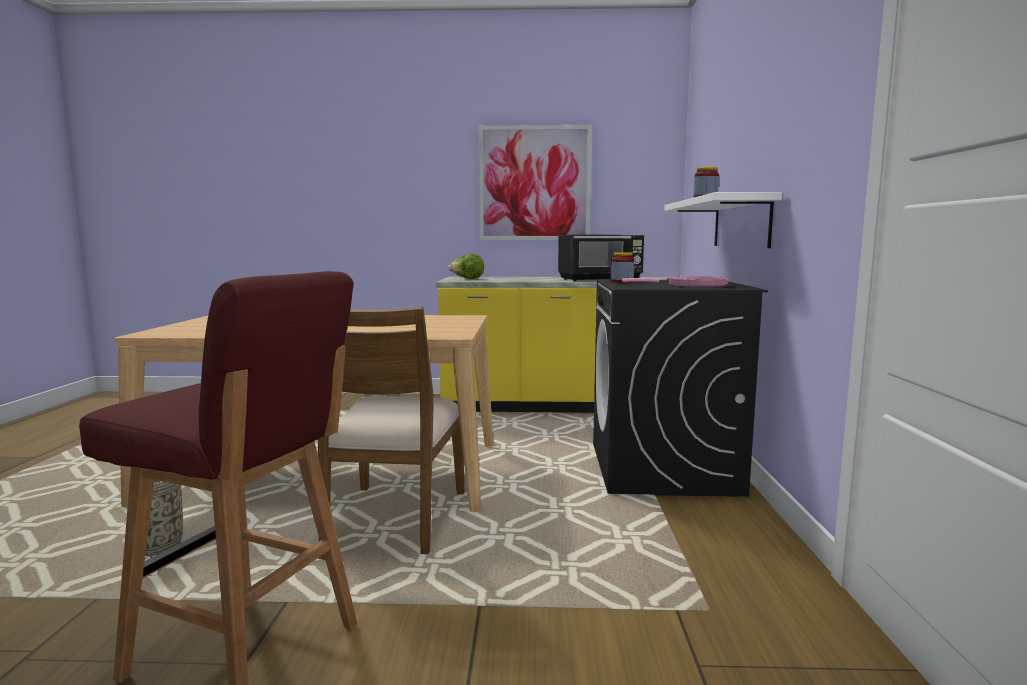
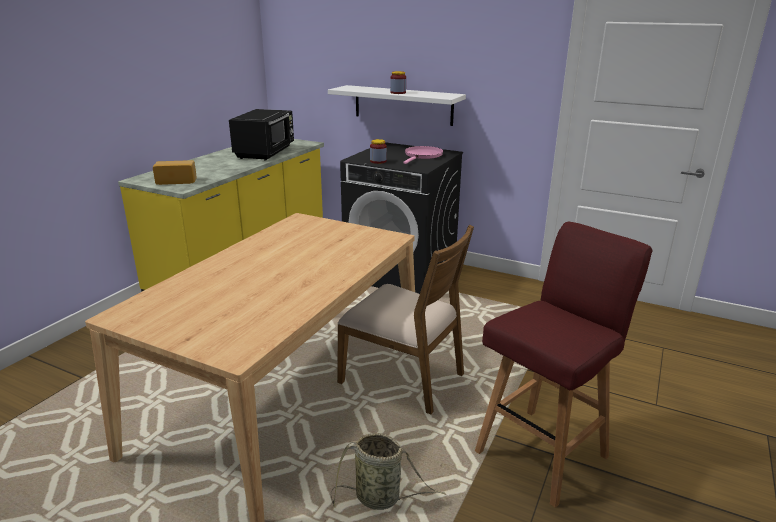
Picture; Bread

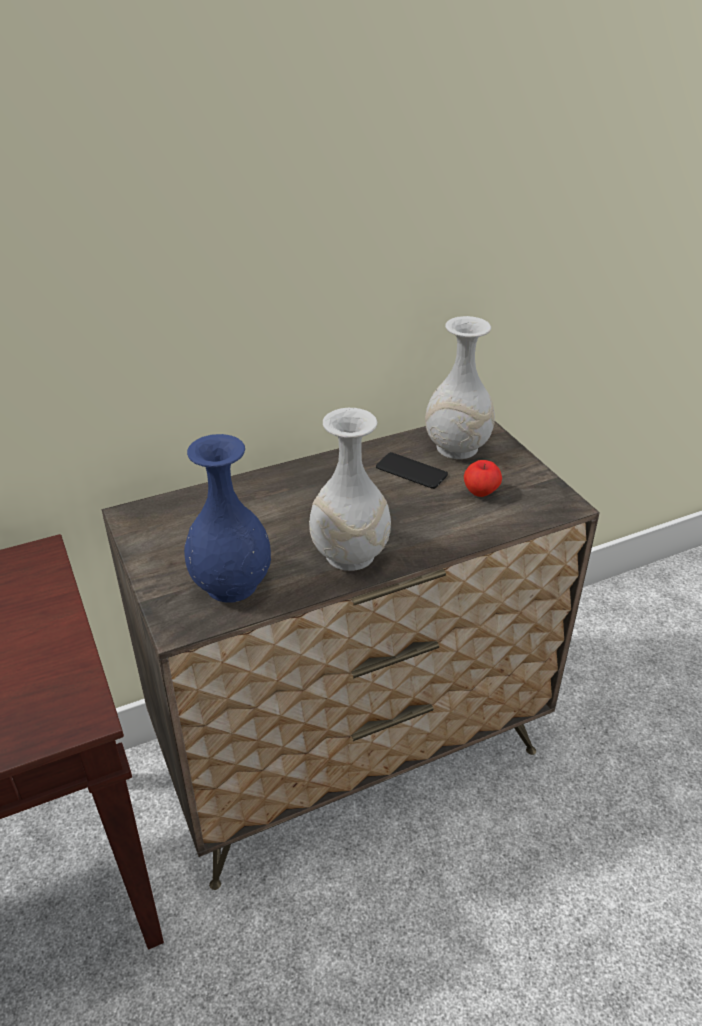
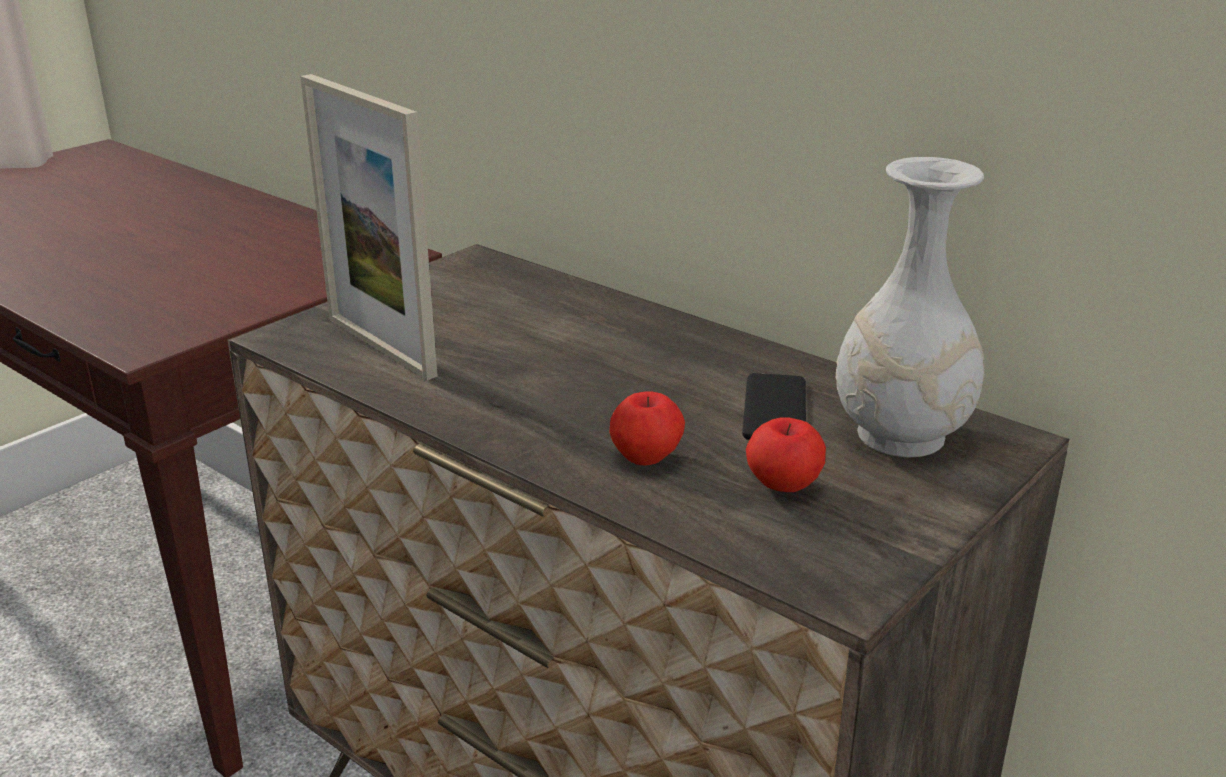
WhiteVase (1st from left in the first image); Apple (1st from left); PictureFrame

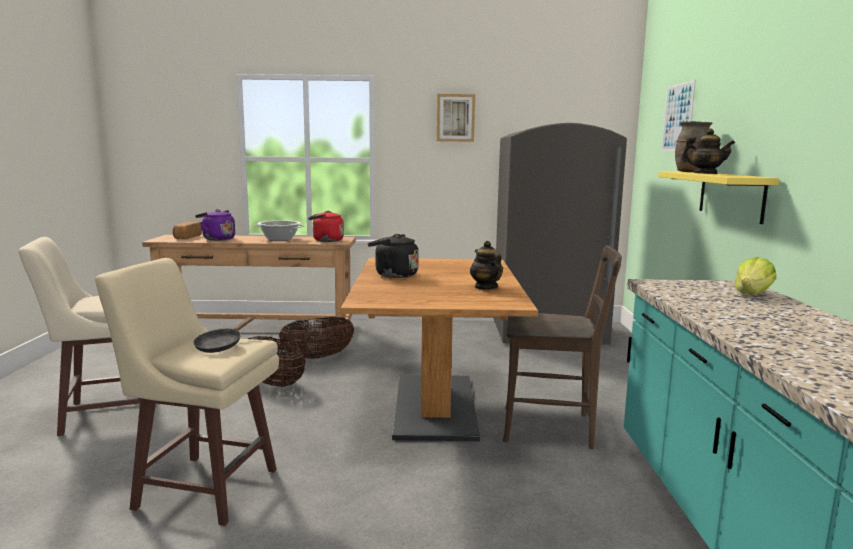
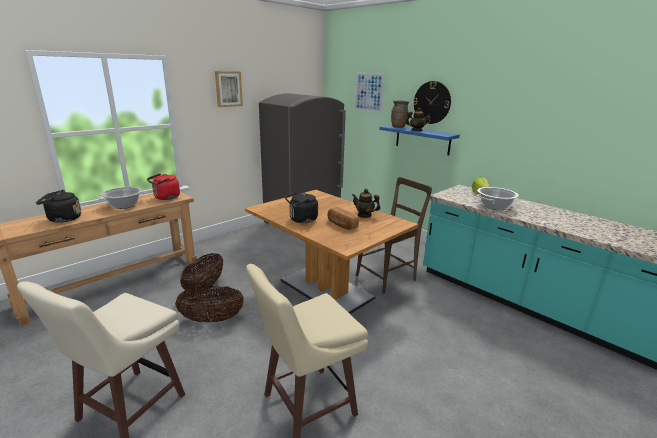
BlackFryingPan; WallClock; CookingPot (2nd from left); Bread; BlackKettle (1st from left); BlueShelf

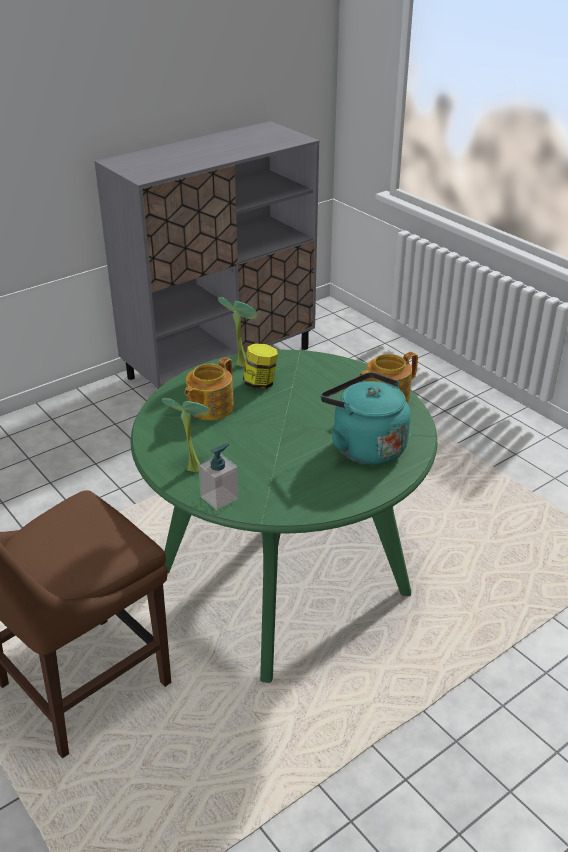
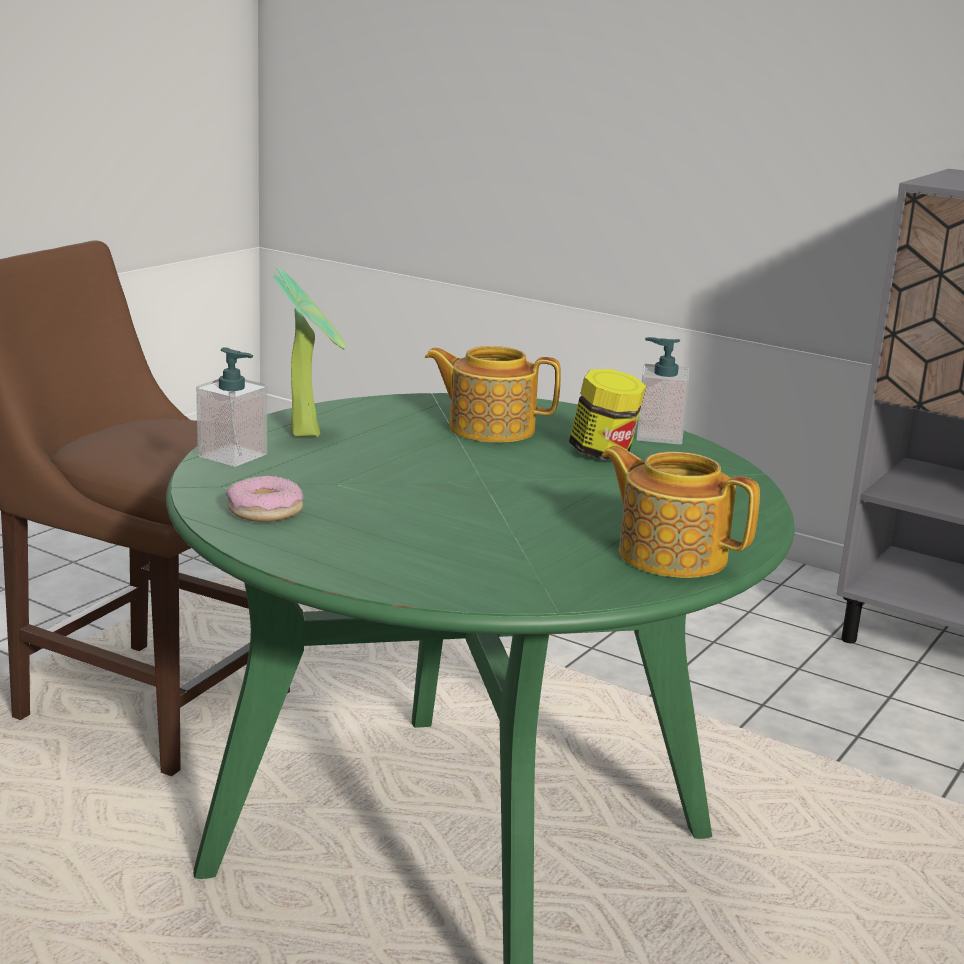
TurquoiseKettle; Donut; SoapDispenser (2nd from left)

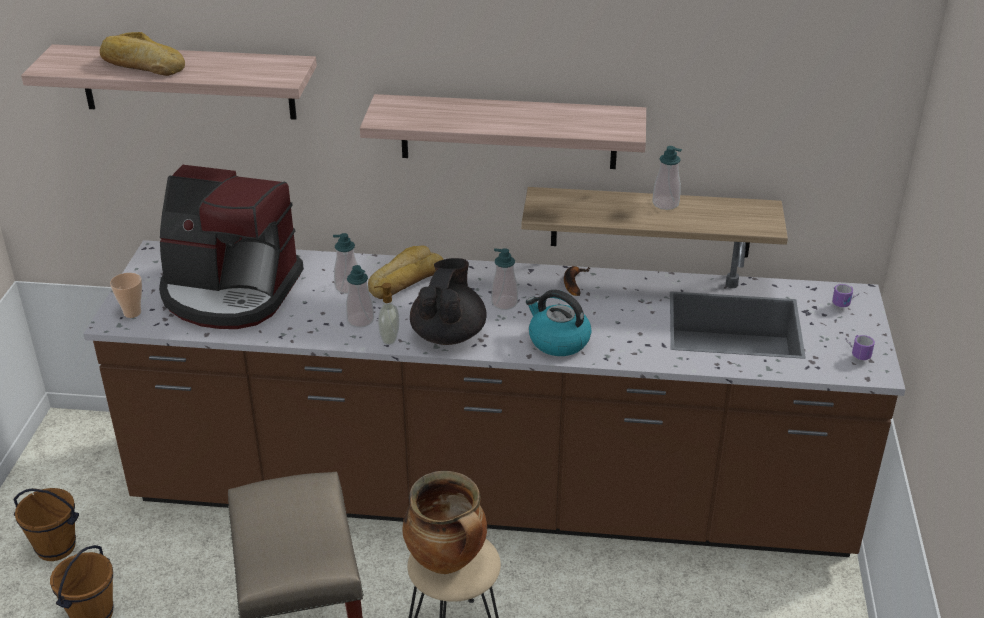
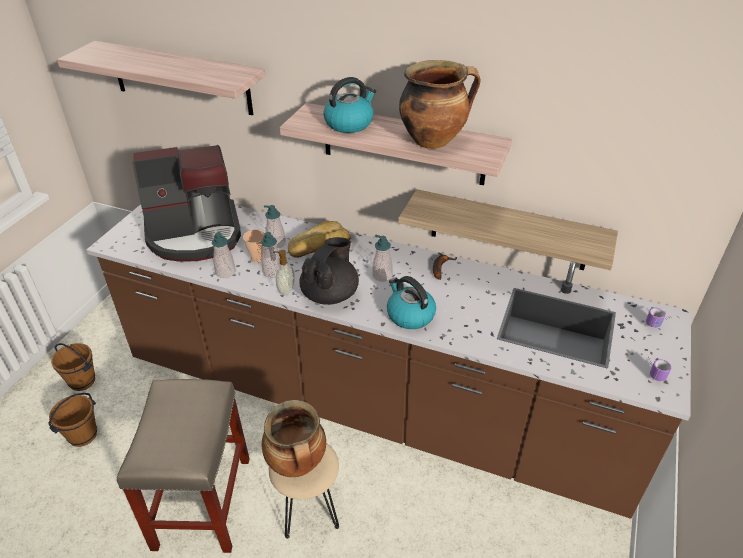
Bread (1st from left in the first image); Kettle (1st from left); CookingPot (2nd from left); Cup; SoapDispenser (1st from left); CoffeeMachine

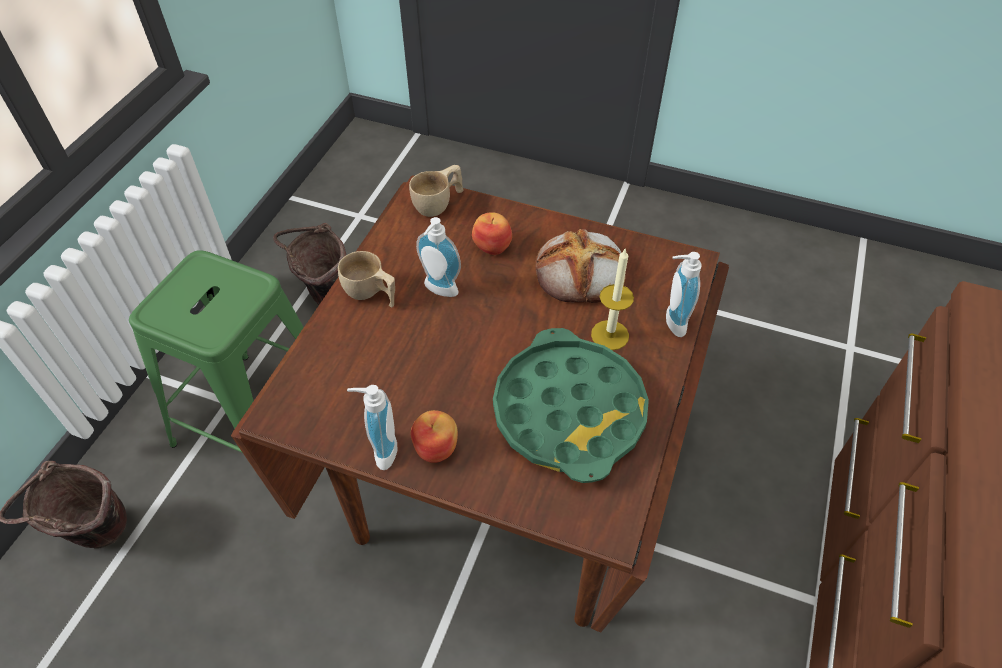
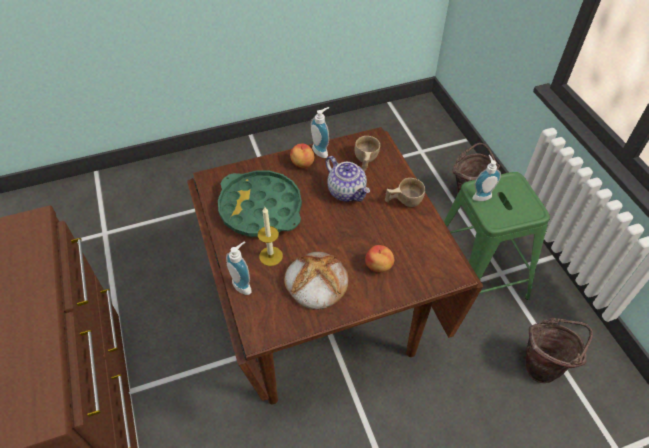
Teapot; BeigeCup (1st from left); SoapDispenser (3rd from left)

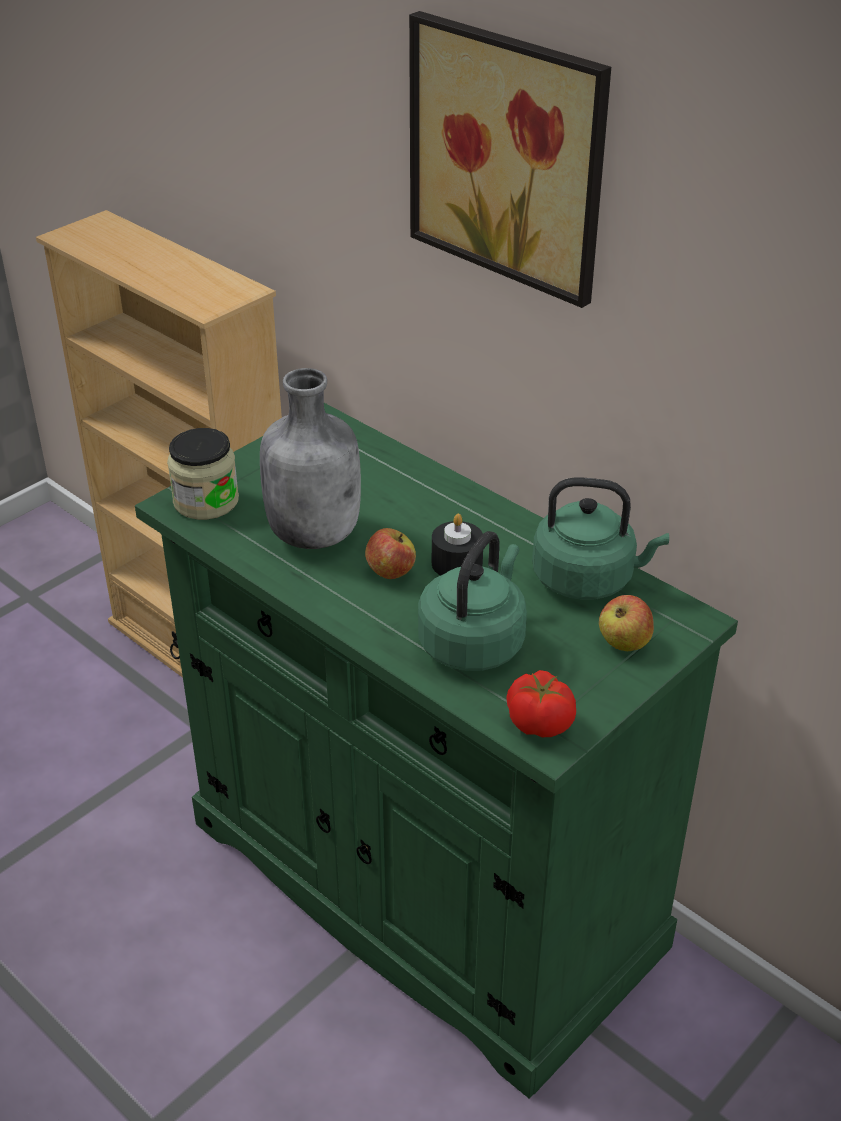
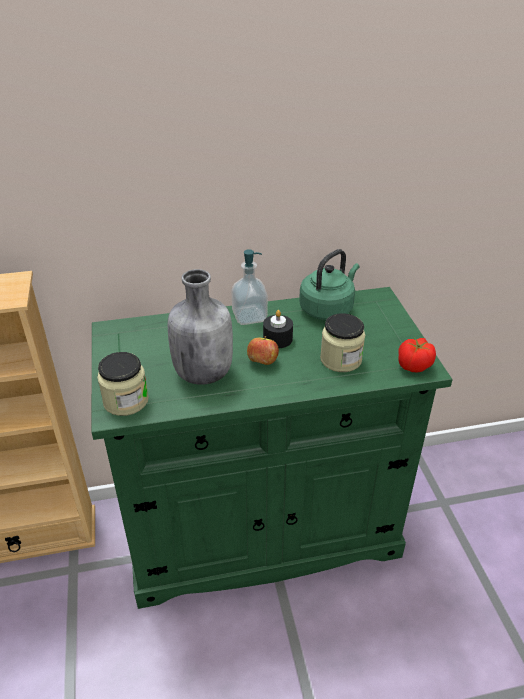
Picture; Apple (2nd from left in the first image); SoapDispenser; Jar (2nd from left)

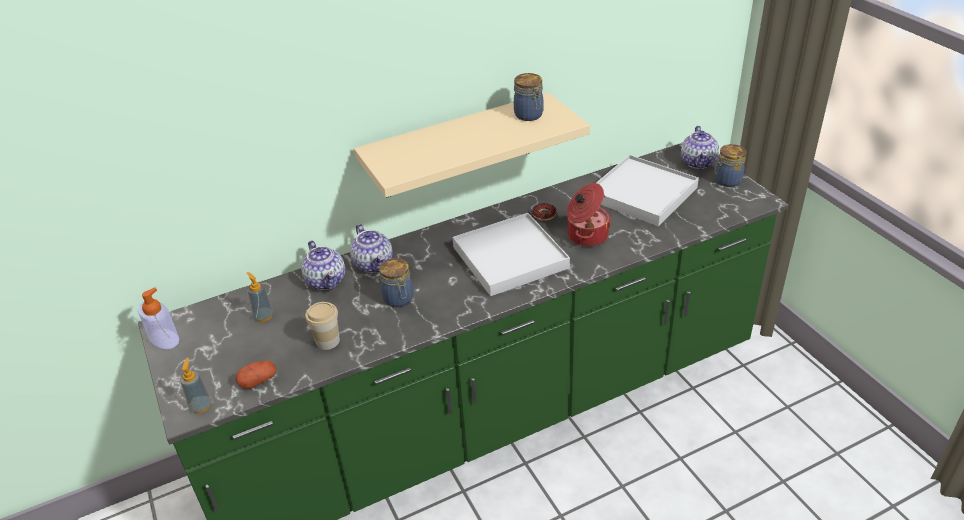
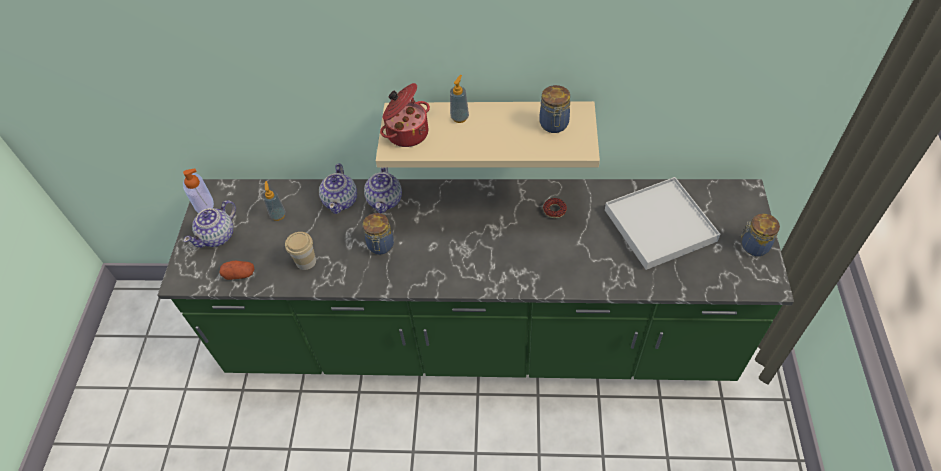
WhiteTray (1st from left in the first image); SoapDispenser (3rd from left); CookingPot; Teapot (1st from left)

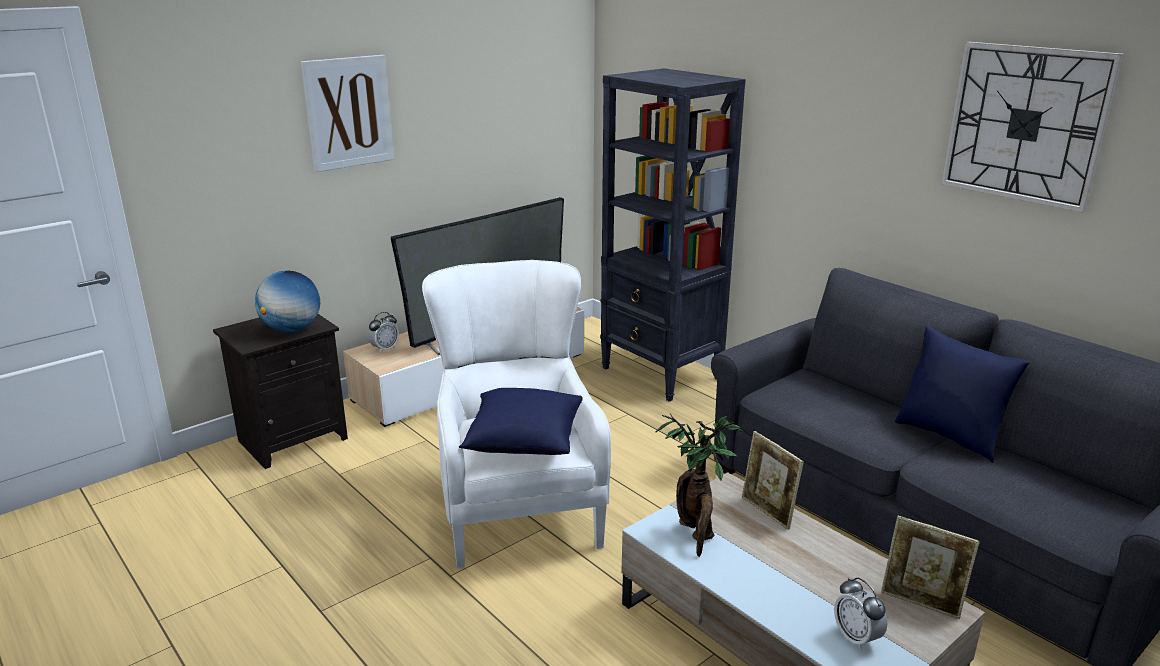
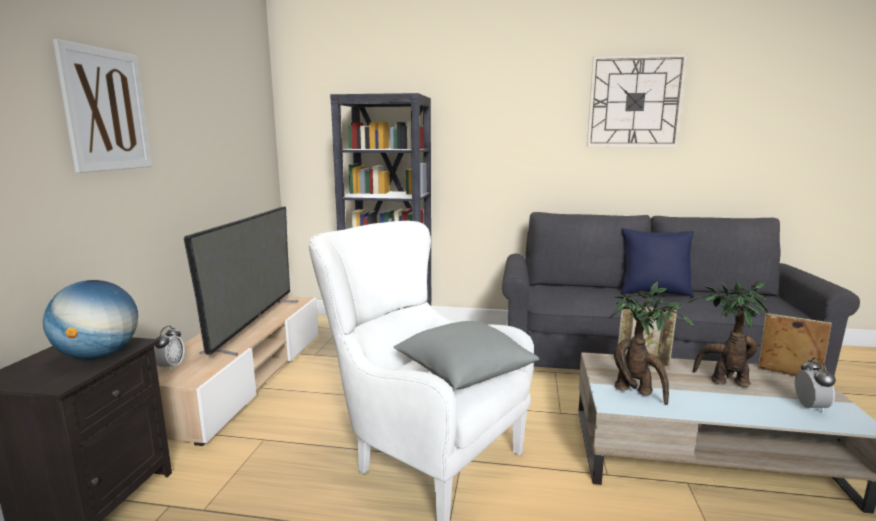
PottedPlant (2nd from left); GreyPillow; AlarmClock (2nd from left); PictureFrame (2nd from left)

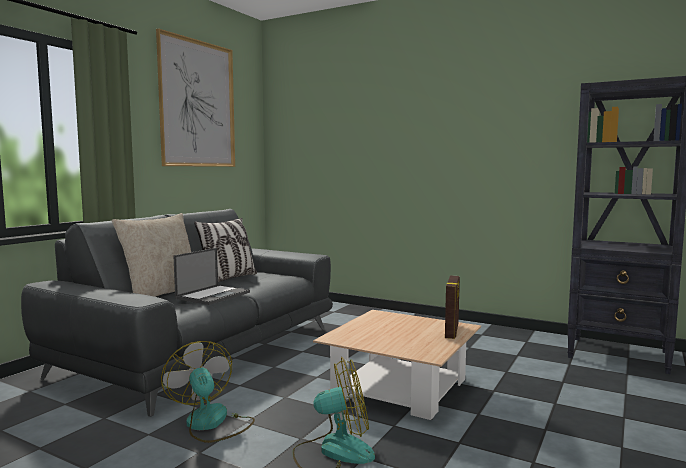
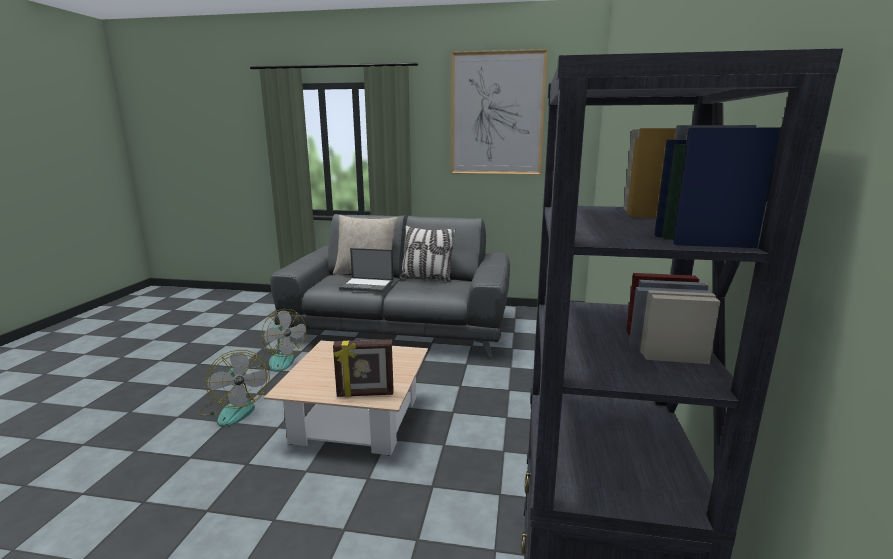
Fan (2nd from left)

